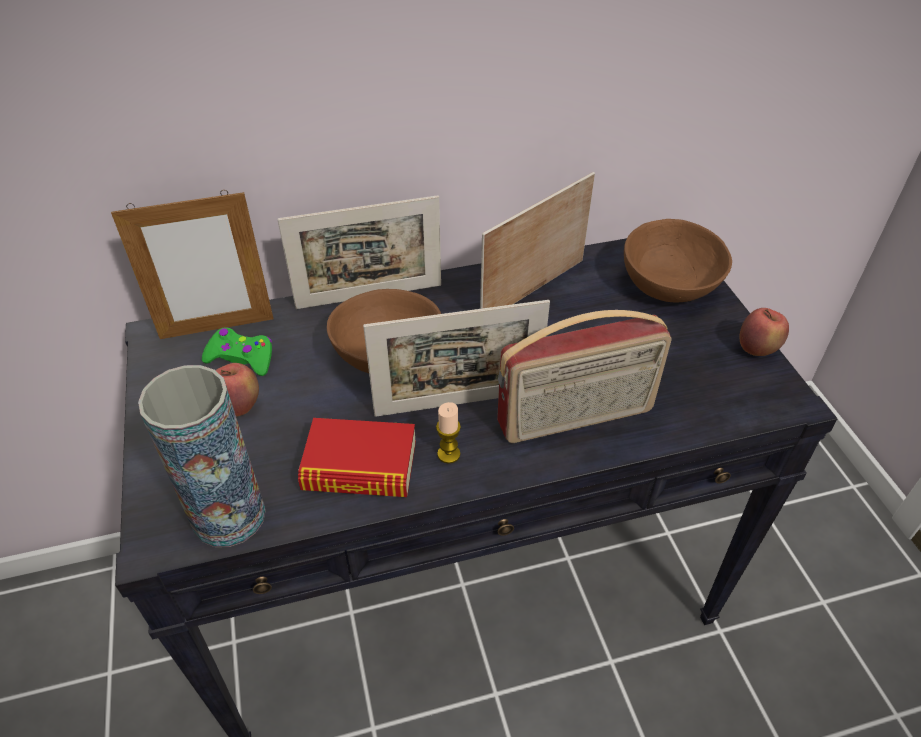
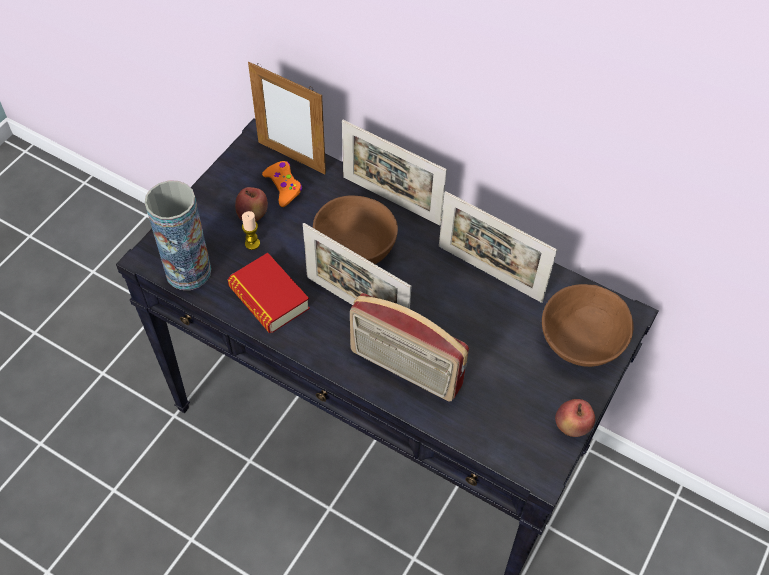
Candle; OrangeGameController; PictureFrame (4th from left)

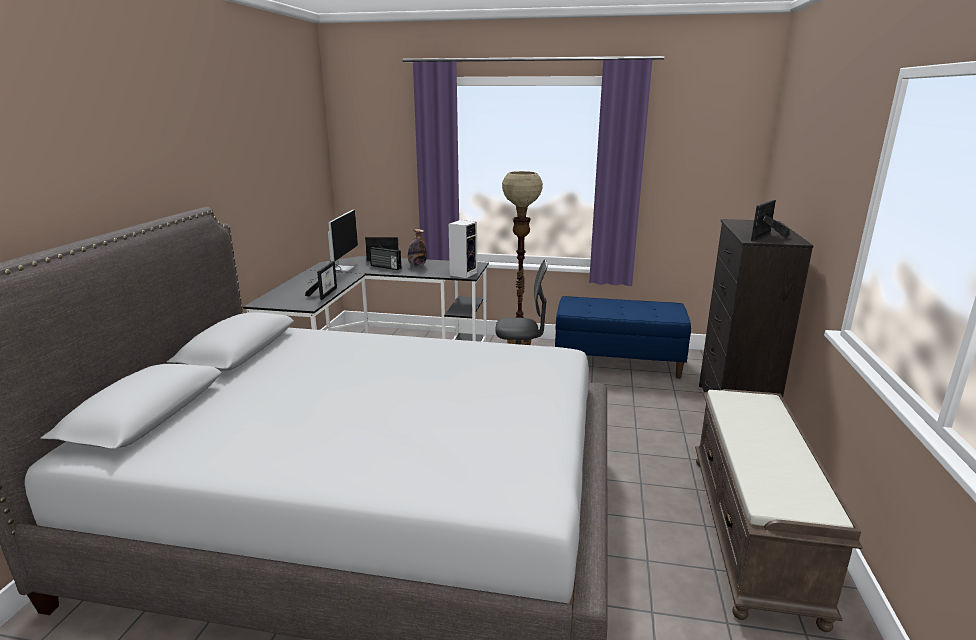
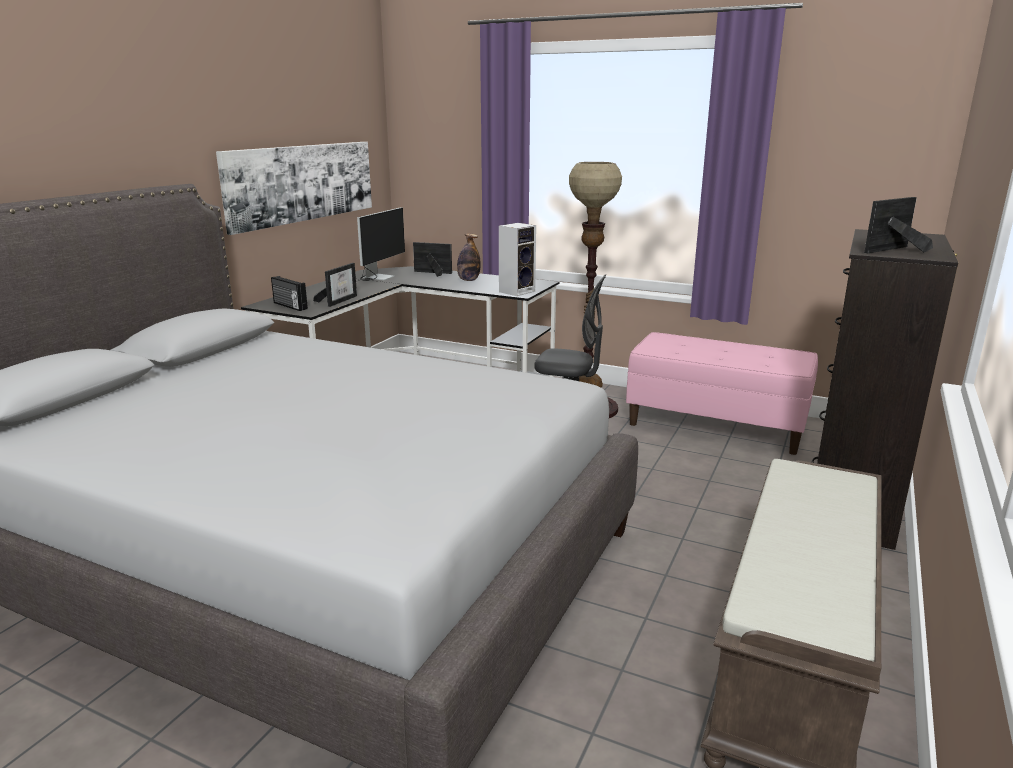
Picture; Radio; PinkBench

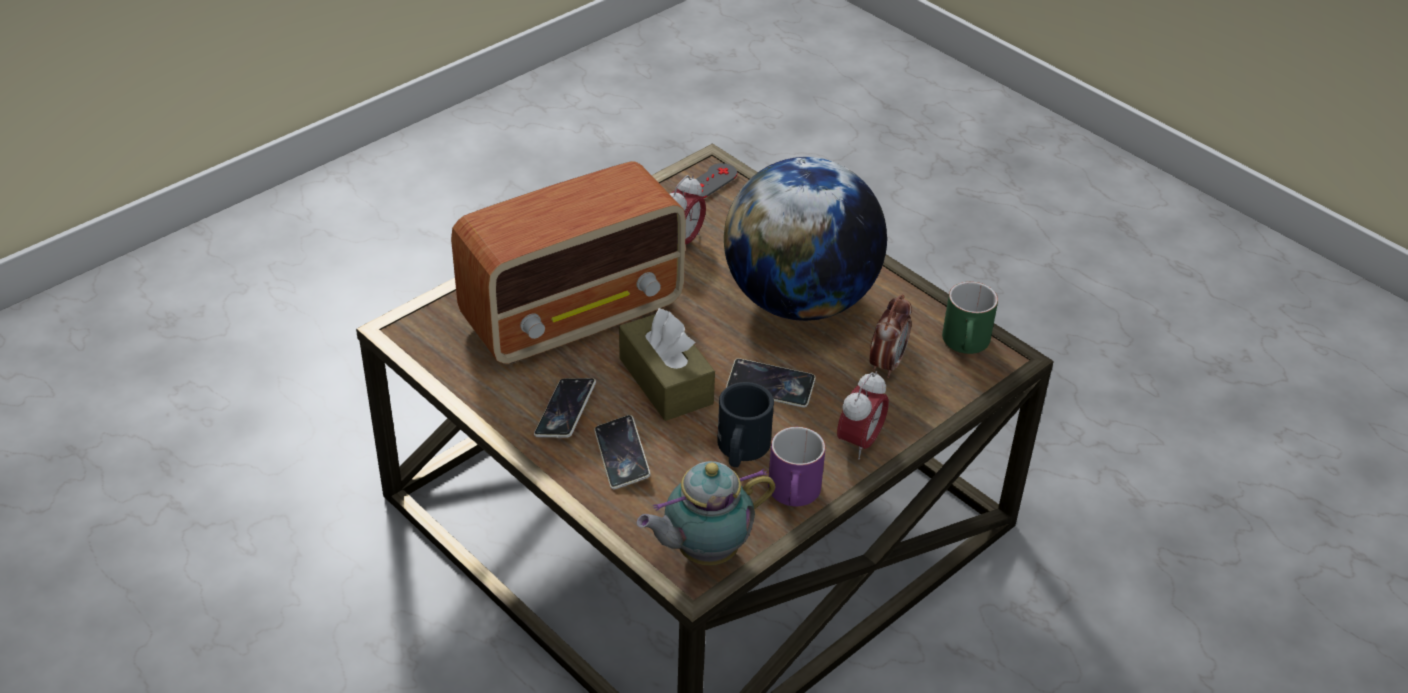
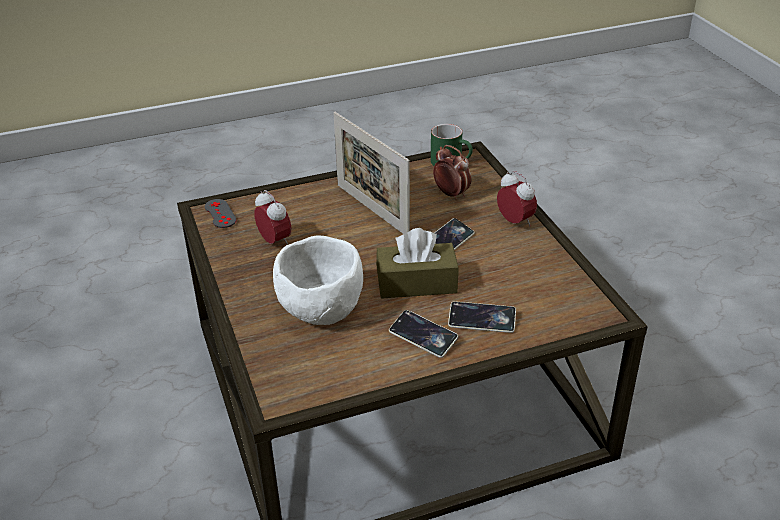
Teapot; BlackMug; PurpleMug; WhiteBowl; PictureFrame

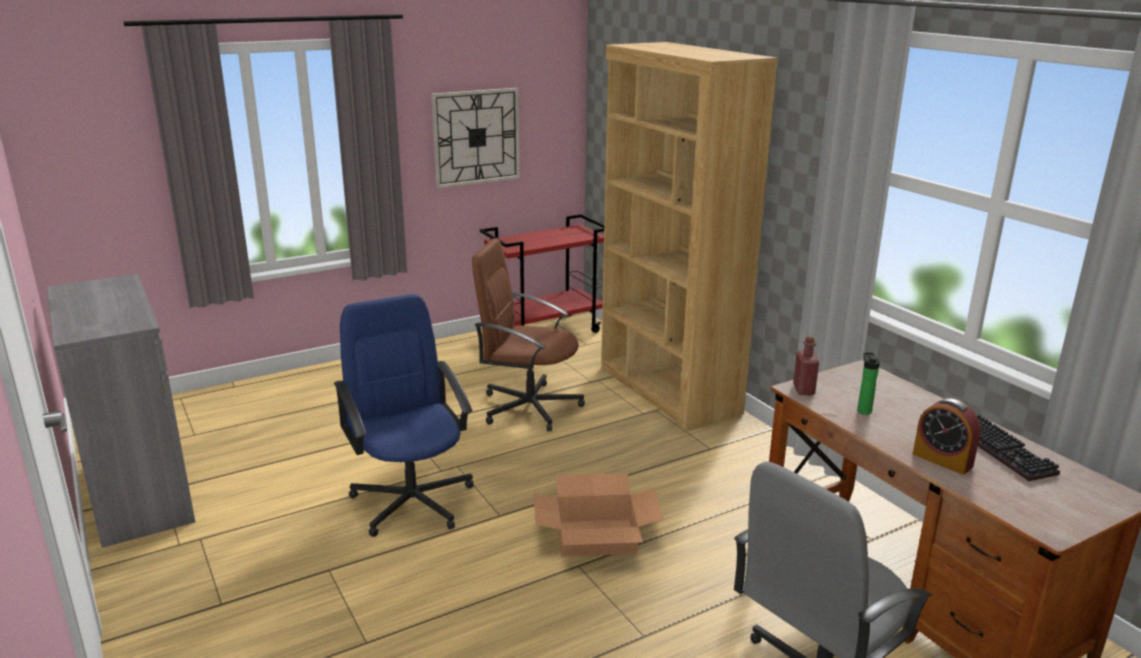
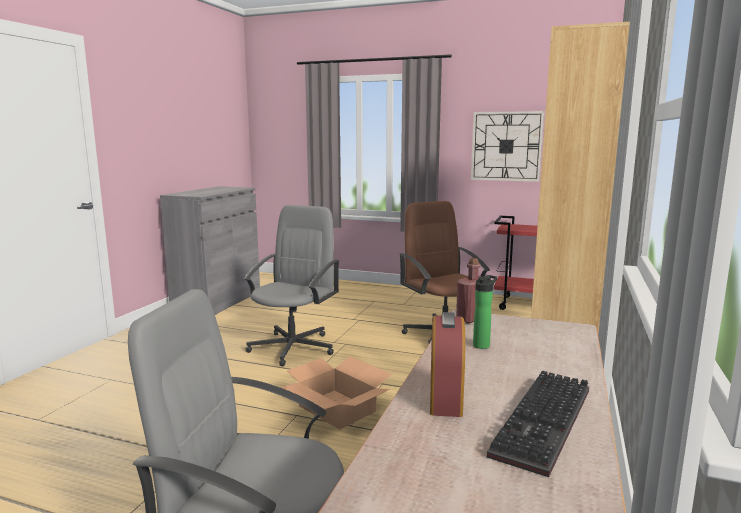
GreyOfficeChair (2nd from left)

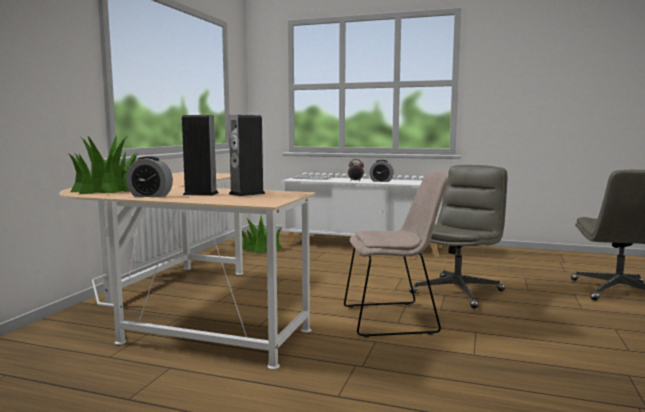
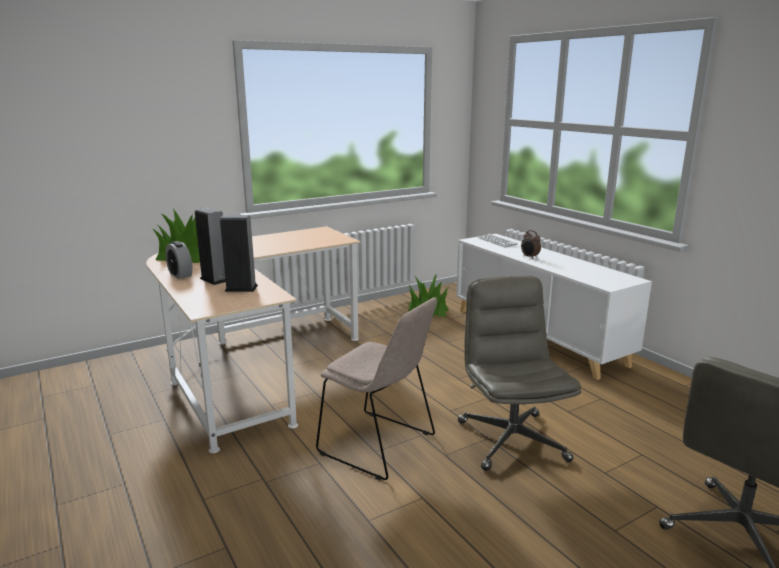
AlarmClock (3rd from left in the first image); GreyOfficeChair (1st from left)

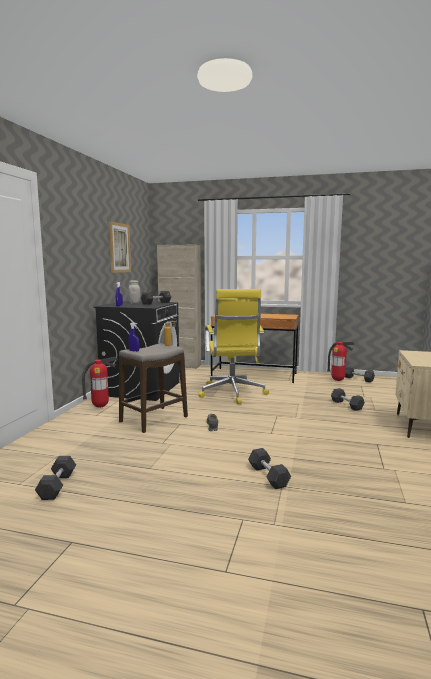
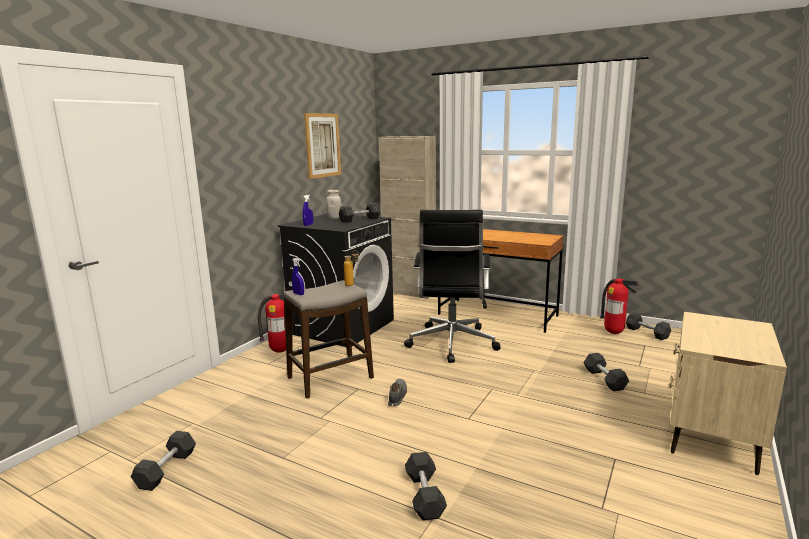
BlackOfficeChair

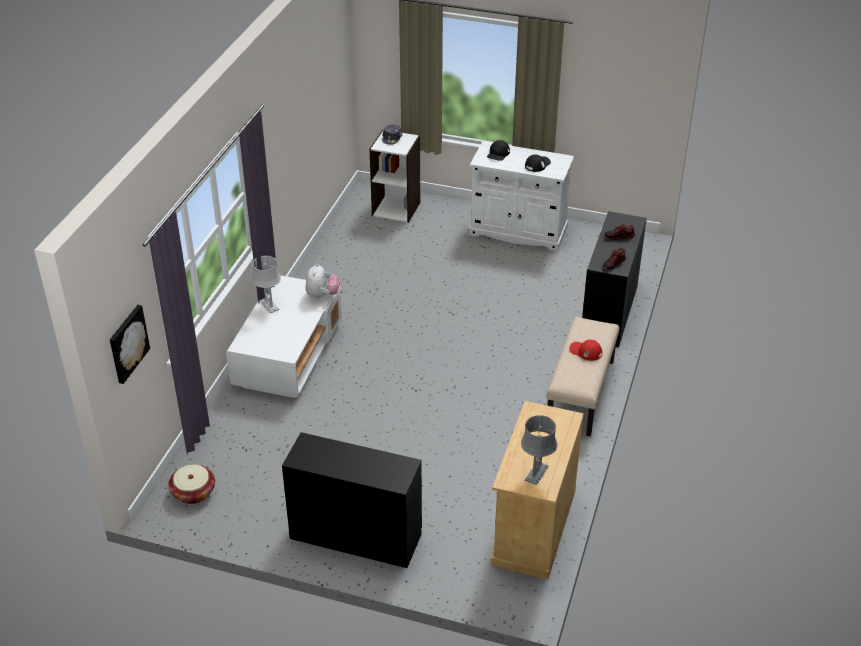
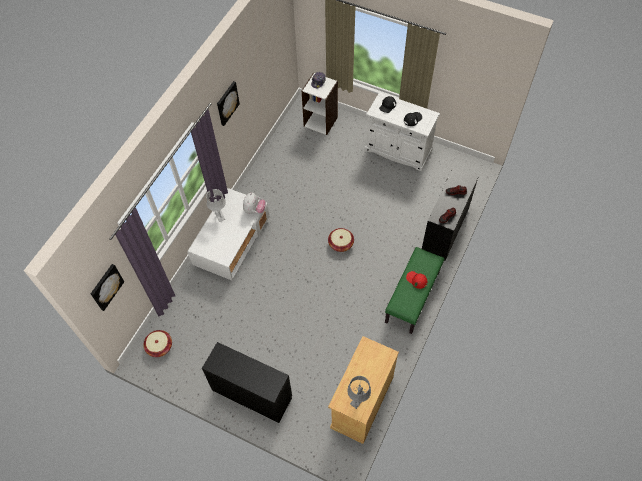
Picture (2nd from left); Basket (2nd from left); GreenBench

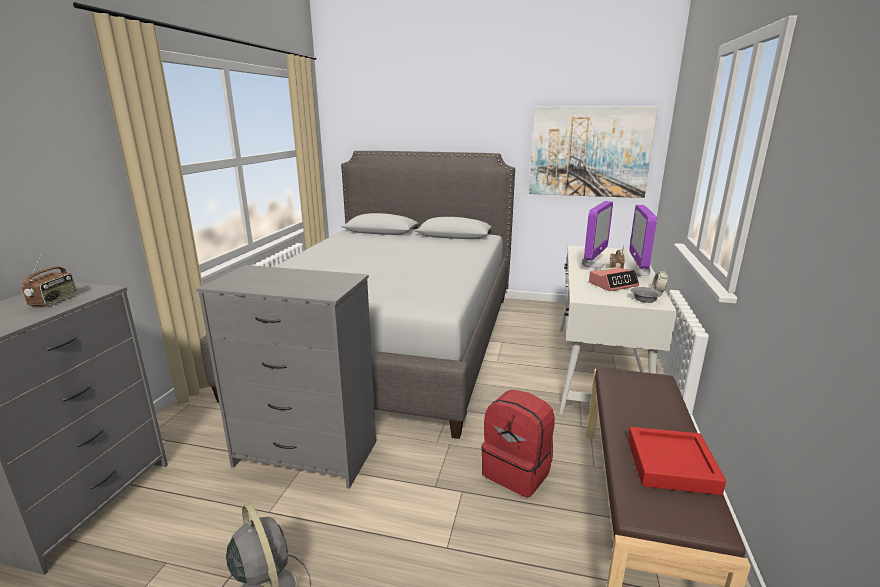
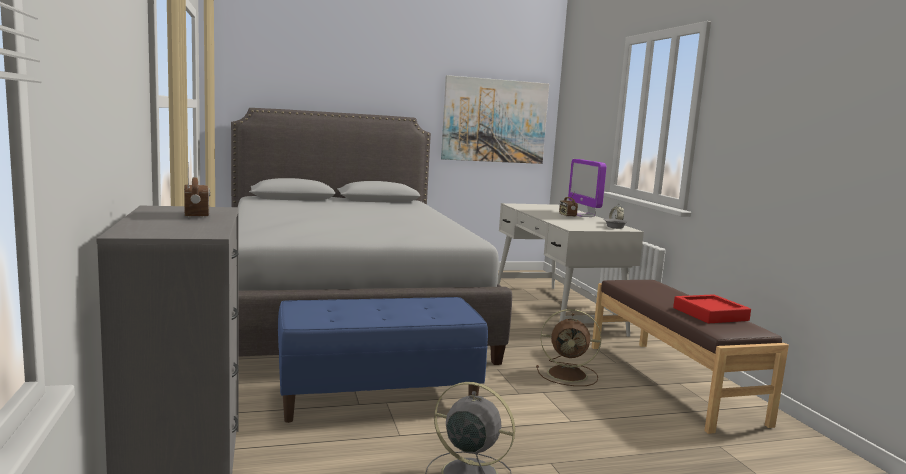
Monitor (1st from left in the first image); AlarmClock (1st from left in the first image); BlueBench; BrownFan

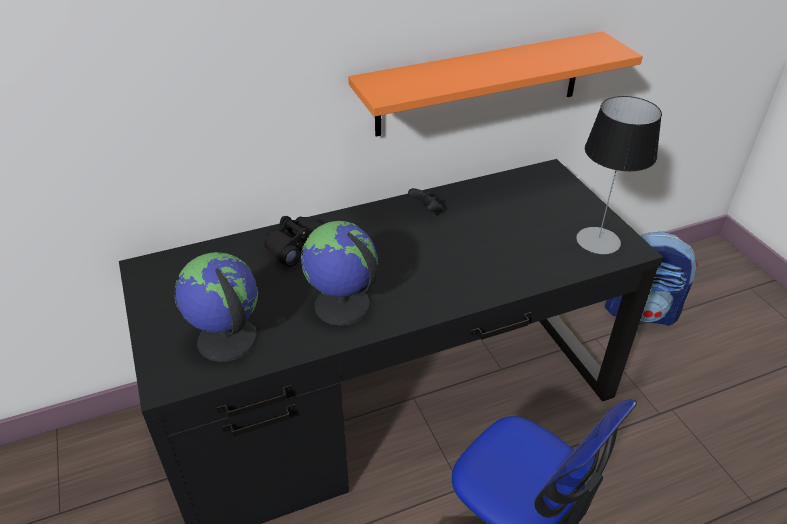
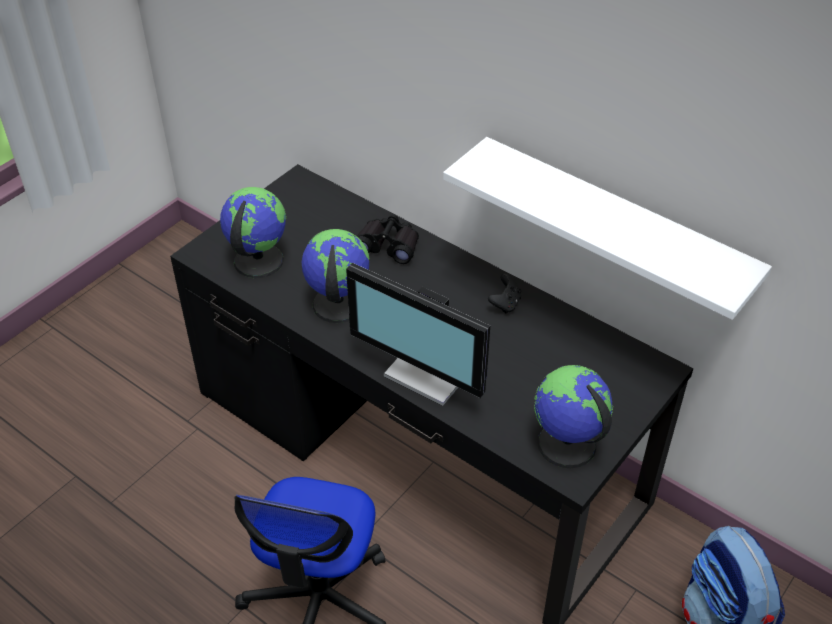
Monitor; Globe (3rd from left); WhiteShelf

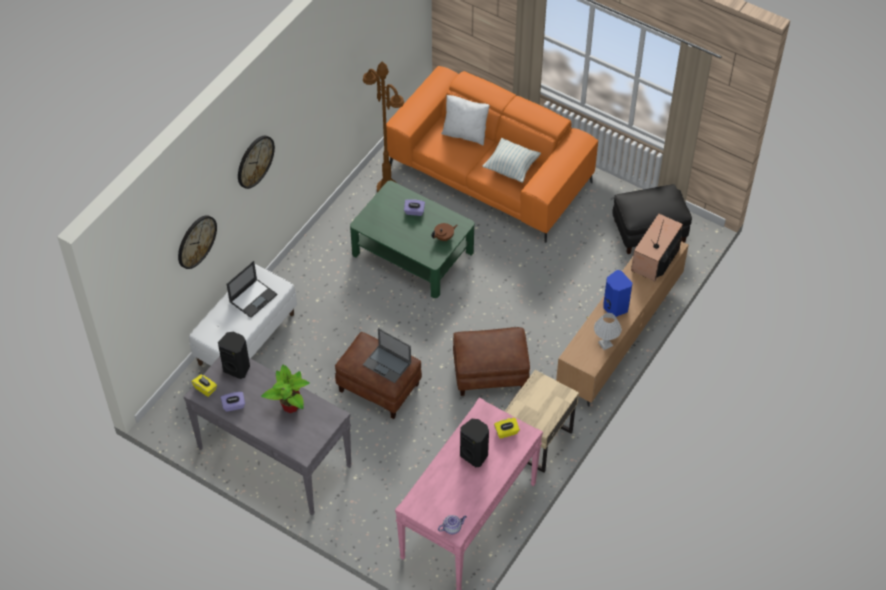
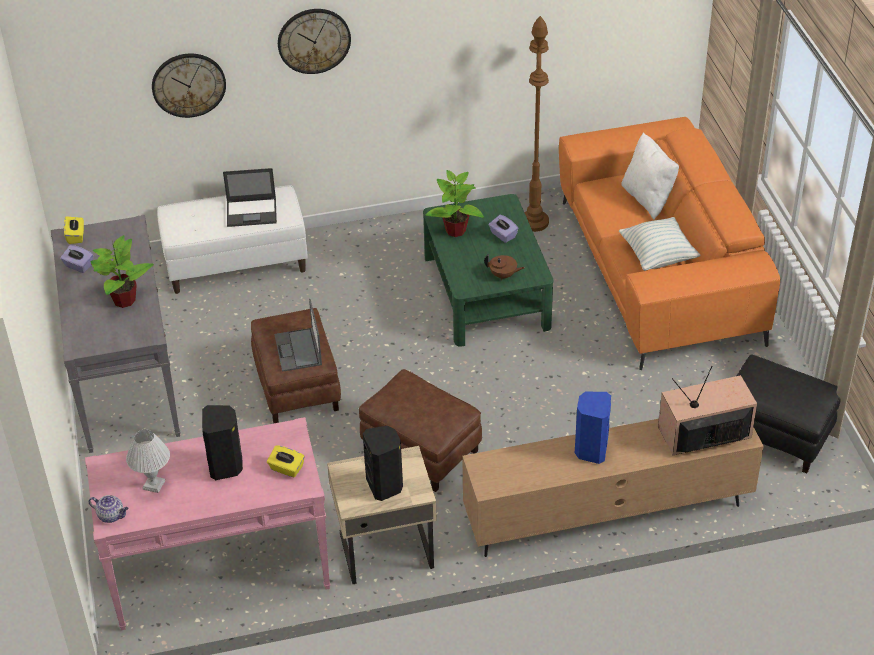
PottedPlant (2nd from left); BlackSpeaker (2nd from left); WhiteTableLamp

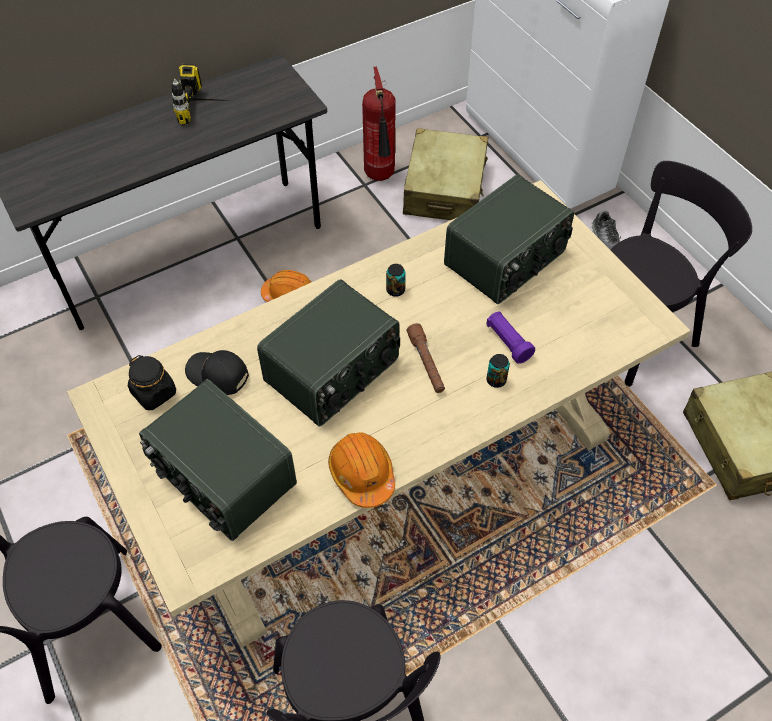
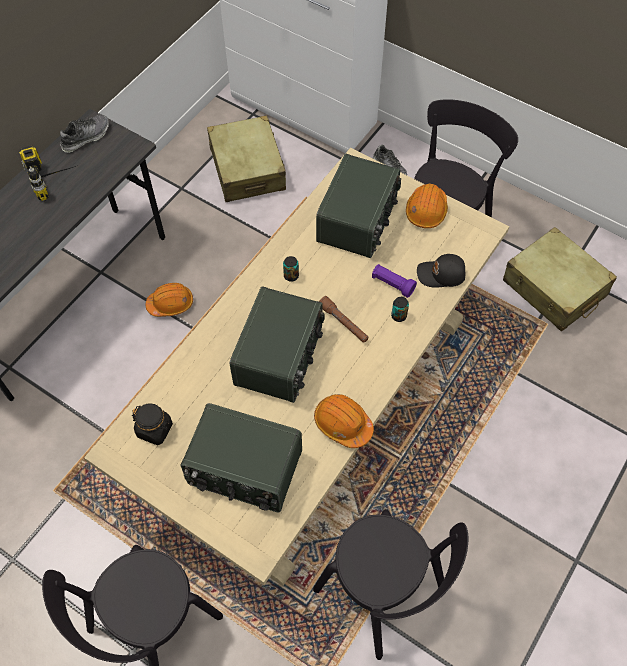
FireExtinguisher; Shoe (1st from left); OrangeHardHat (3rd from left); BlackCap

